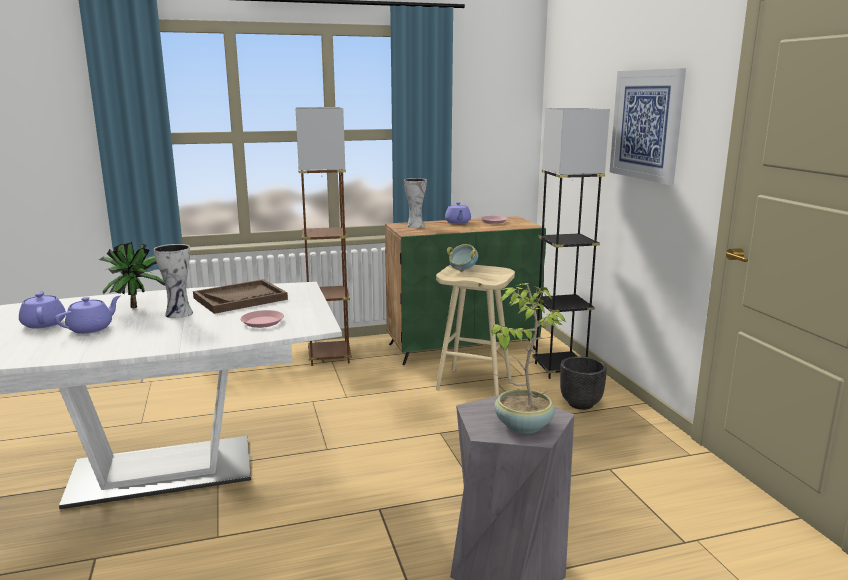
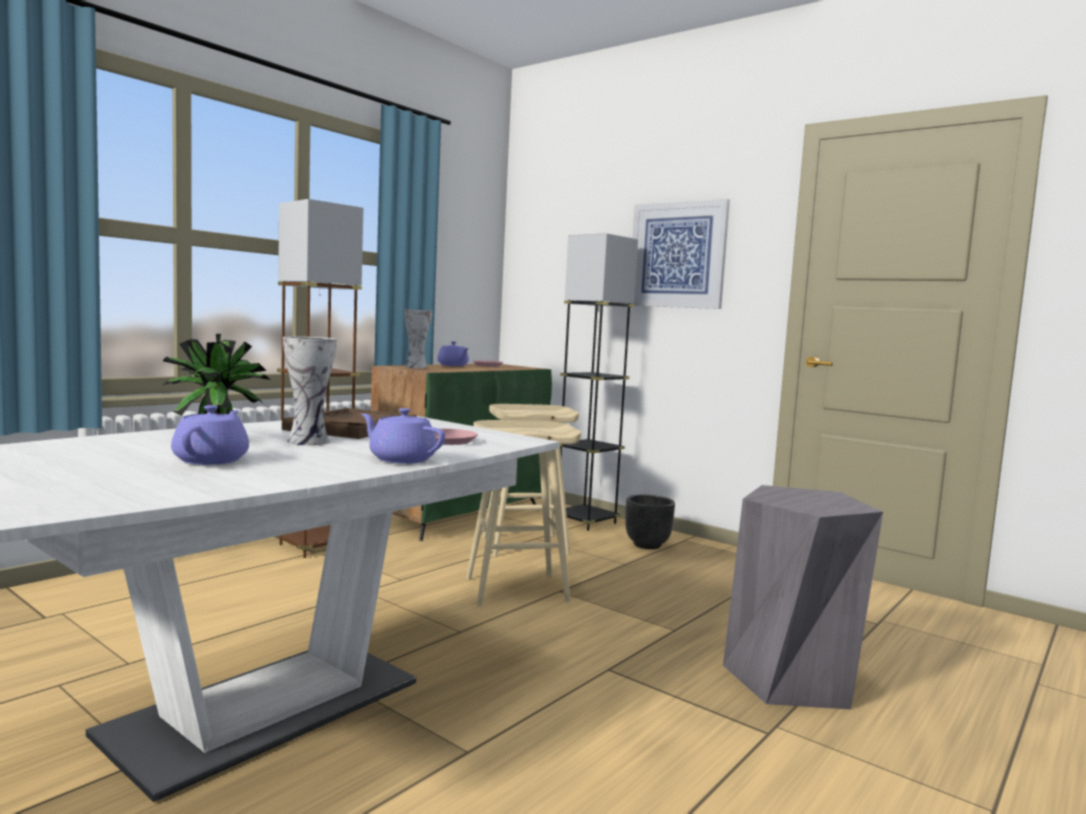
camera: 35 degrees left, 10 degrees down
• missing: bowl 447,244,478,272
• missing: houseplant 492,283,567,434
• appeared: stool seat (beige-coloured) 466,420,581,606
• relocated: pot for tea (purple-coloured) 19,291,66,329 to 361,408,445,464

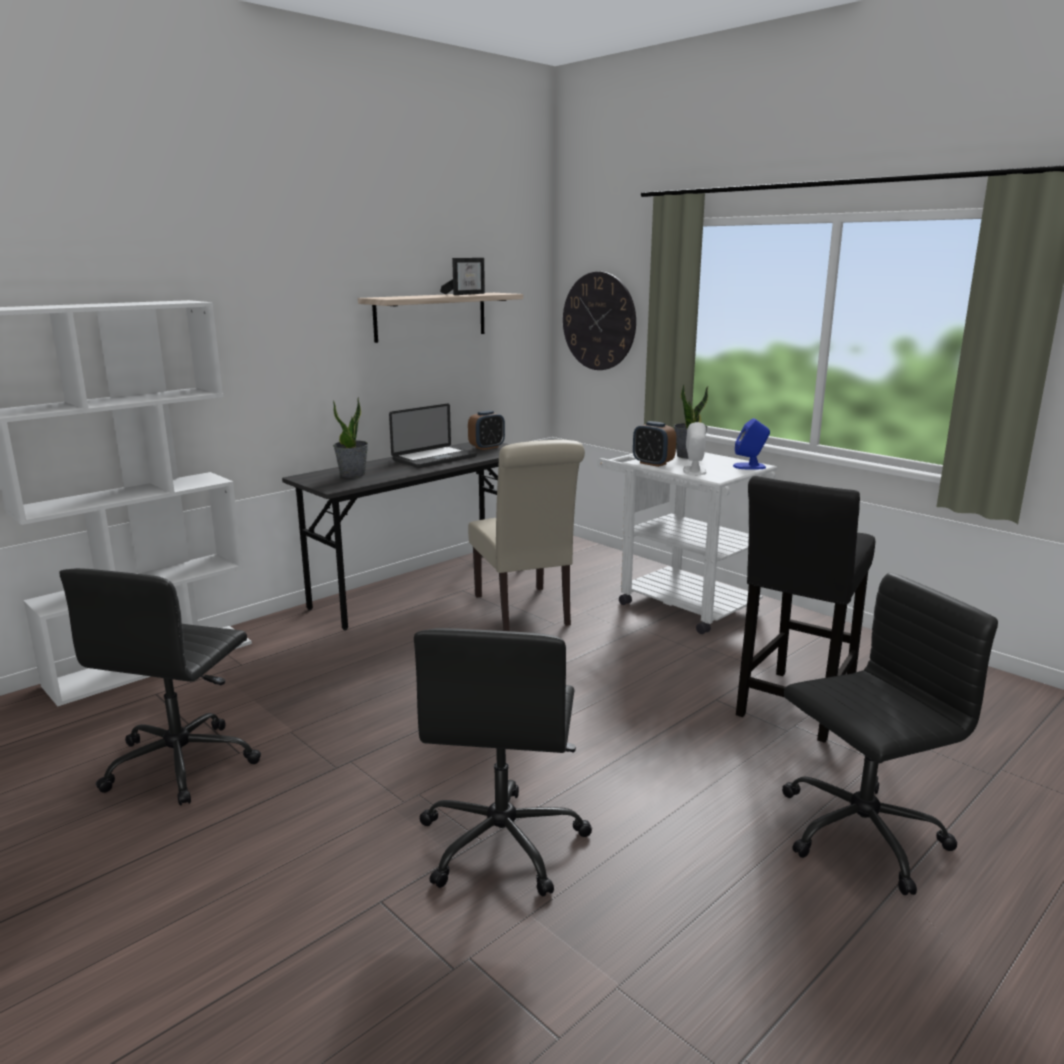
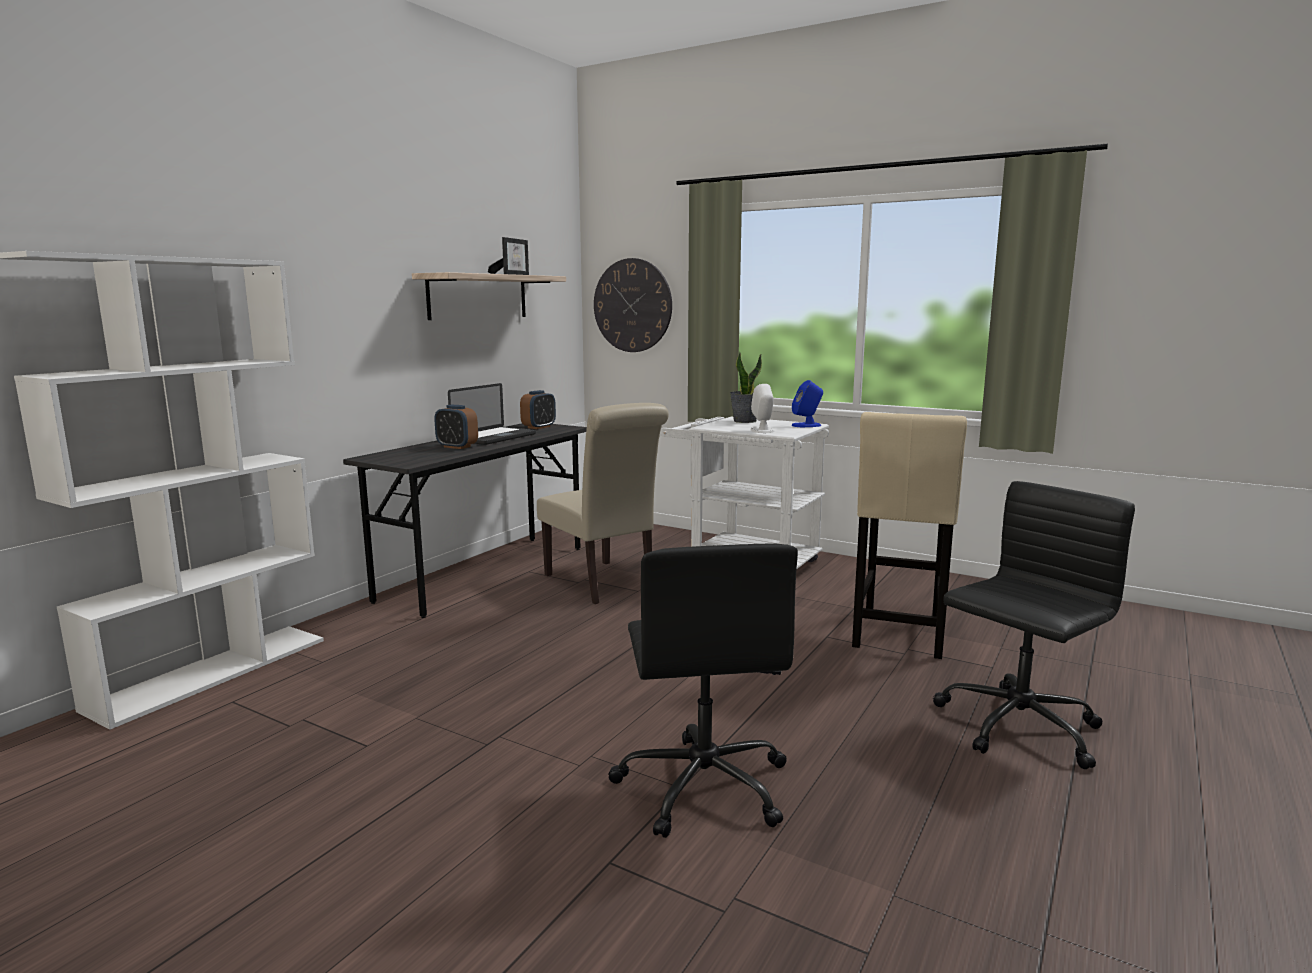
camera: 15 degrees left, 5 degrees down
• missing: computer chair (blackish) 59,568,261,805
• missing: houseplant 333,397,368,478
• relocated: alarm clock 633,421,676,467 to 434,405,478,449
• colour: stool seat (blackish) 736,476,875,743 to stool seat (beige-coloured) 852,412,967,659

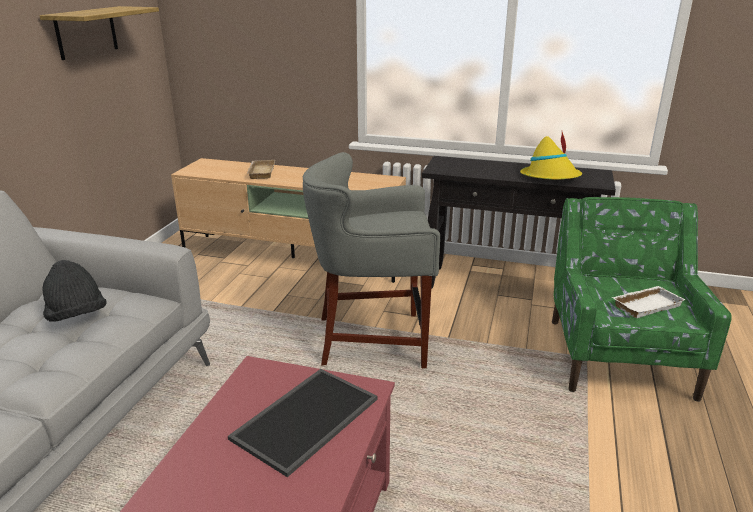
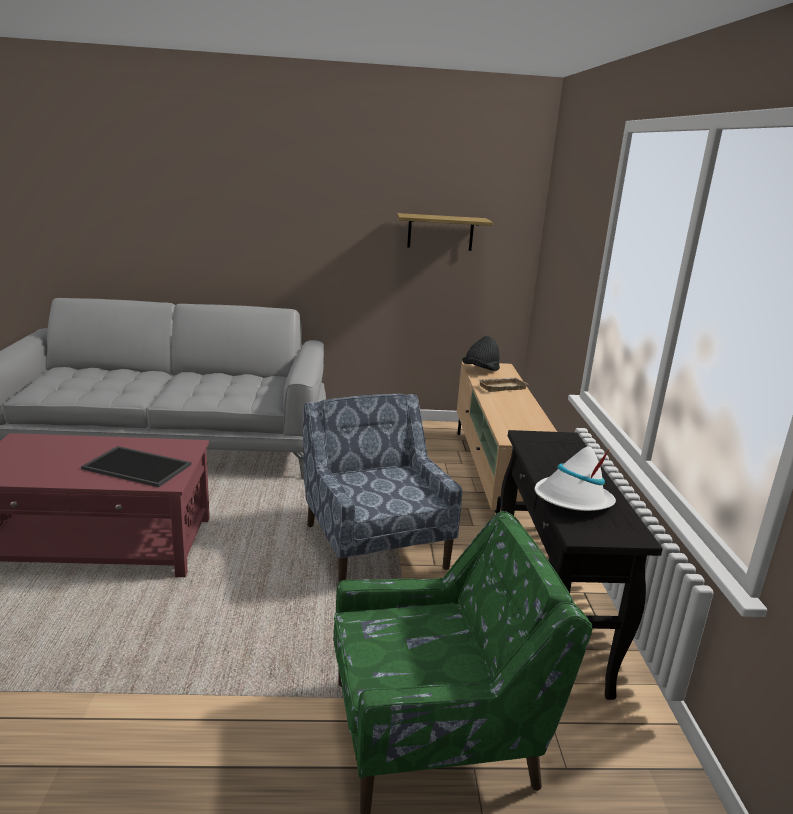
camera: 70 degrees right, 5 degrees down
• missing: tray (white) 612,286,685,318
• relocated: wearable hat (blackish) 43,260,107,322 to 462,336,500,371
• exchanged: stool seat (gray) 303,152,440,368 to armchair (blue-coloured) 303,394,462,583
• colour: wearable hat (yellow) 520,132,582,180 to wearable hat (white) 535,446,616,511

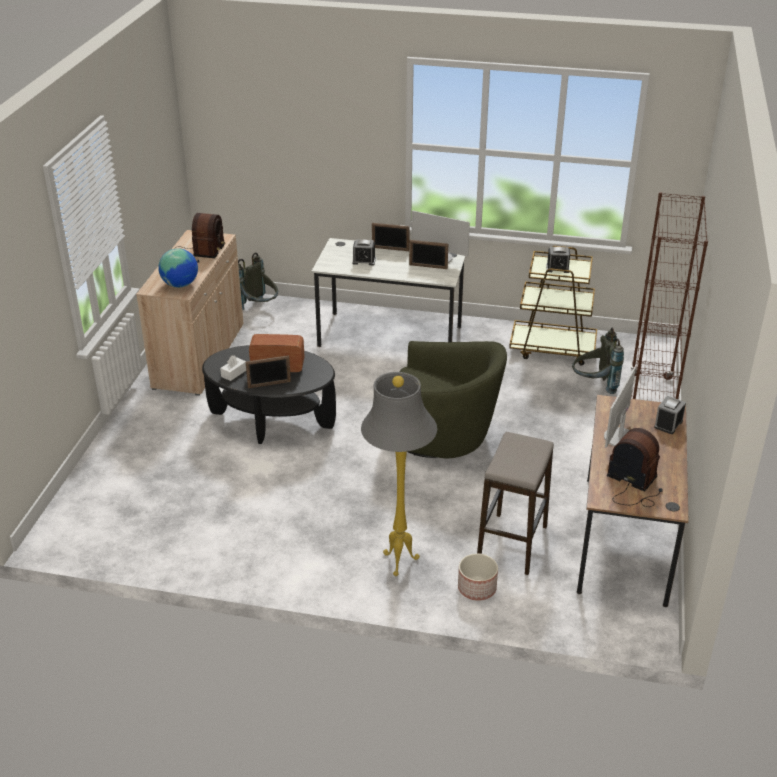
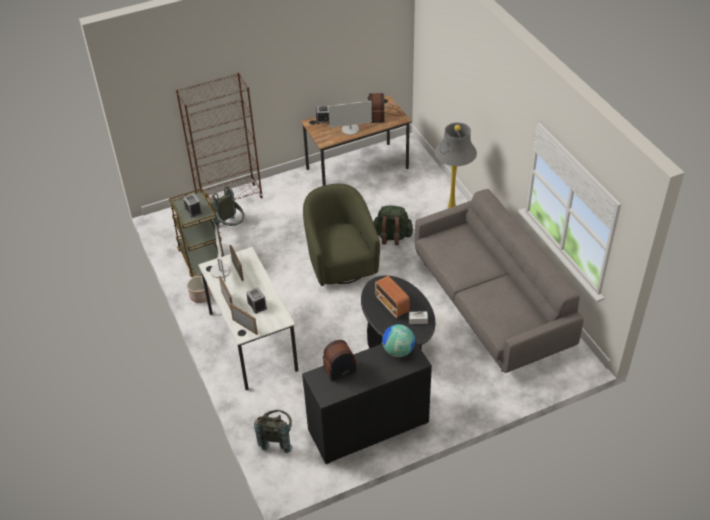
camera: 125 degrees left, 10 degrees up
• missing: stool seat 477,432,554,575
• appeared: rucksack (green) 373,206,413,245
• appeared: settee (gray) 415,189,584,373
• relocated: picture frame 246,355,291,388 to 230,304,258,335
• relocated: plant pot 458,553,498,601 to 187,276,212,303
• colour: cabinet (beige-coloured) 136,230,244,396 to cabinet (blackish) 302,341,432,464

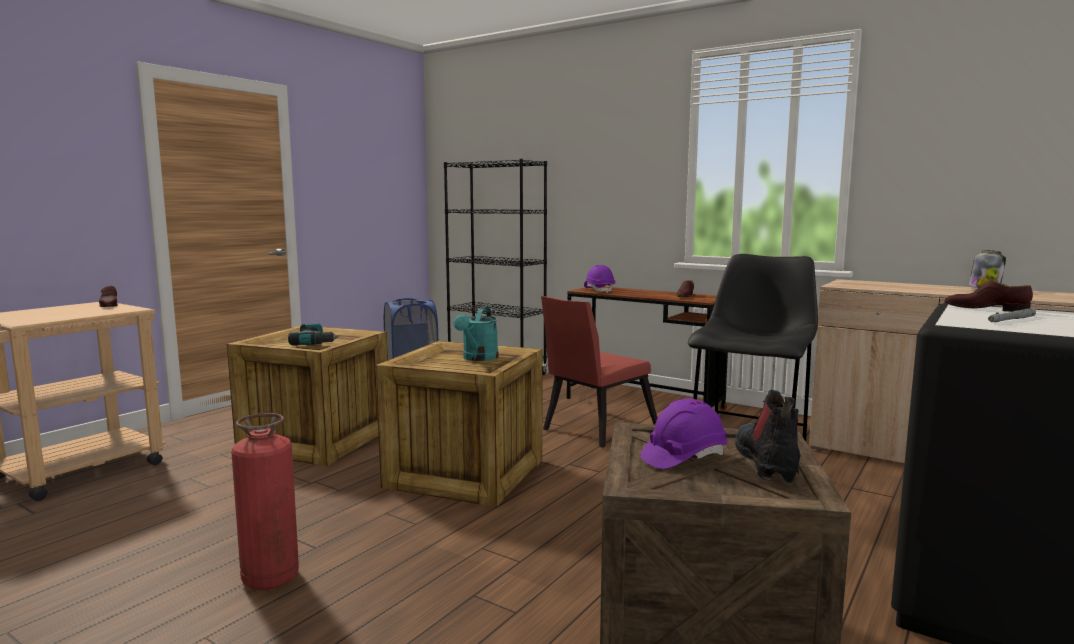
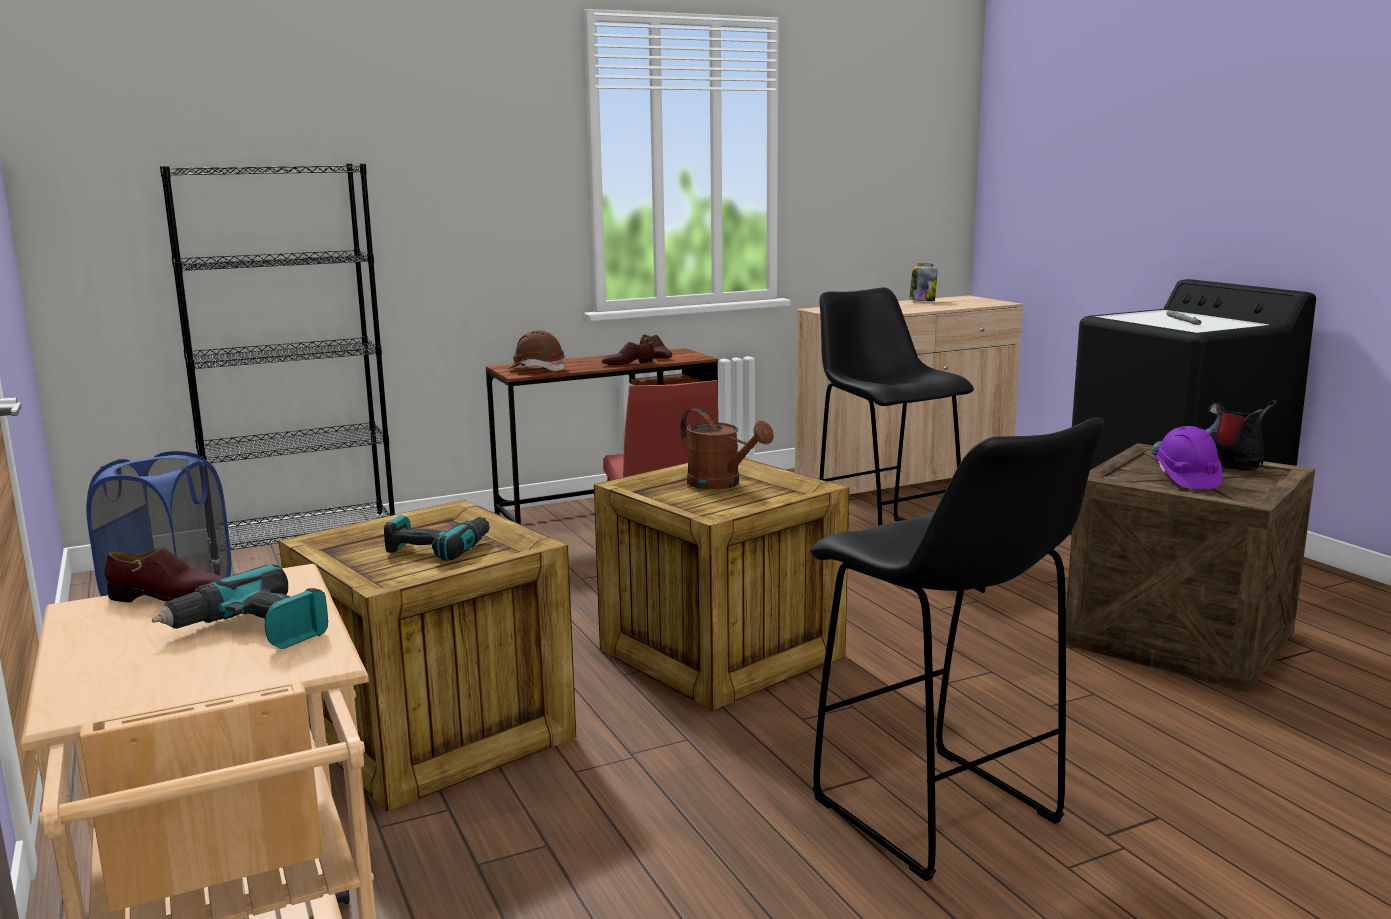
camera: 60 degrees left, 5 degrees up
• appeared: power drill 152,564,328,649
• relocated: shoe (brownish) 944,280,1033,312 to 602,342,654,365
• exchanged: extinguisher 231,413,299,590 to stool seat (blackish) 810,418,1104,881
• colour: sprinkling can (turquoise) 453,306,499,361 to sprinkling can (brownish) 681,408,774,490
• colour: hard hat (purple-coloured) 584,265,615,293 to hard hat (brownish) 507,330,566,371

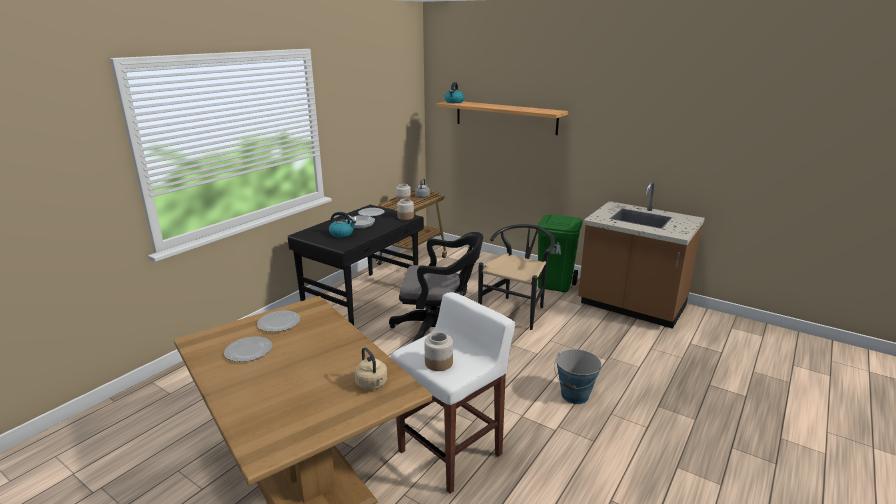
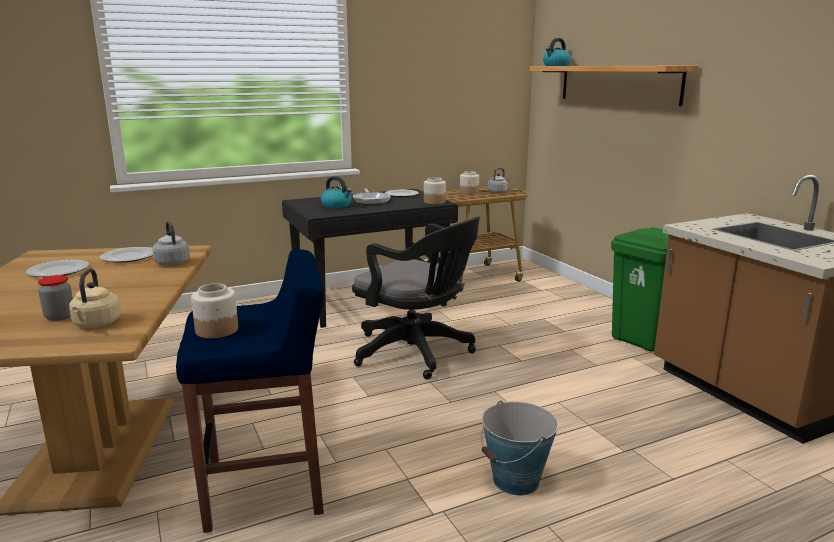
camera: 30 degrees right, 5 degrees down
• missing: upright chair (blackish) 478,224,555,330
• appeared: storage jar 38,275,73,321
• appeared: tea kettle (gray) 152,221,190,266
• colour: stool seat (white) 391,292,515,494 to stool seat (blue-coloured) 176,249,324,533

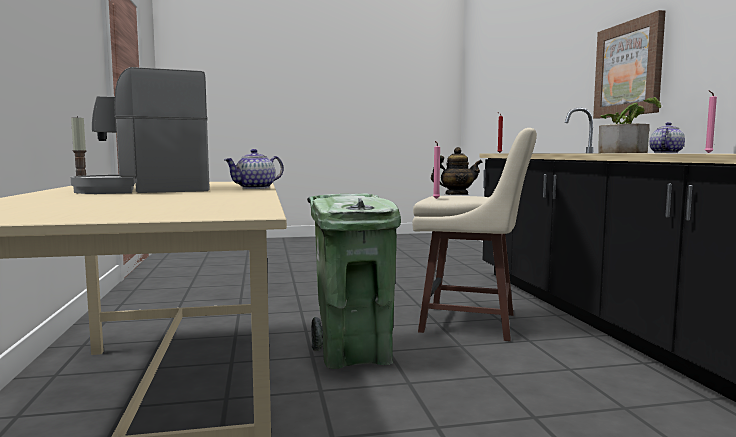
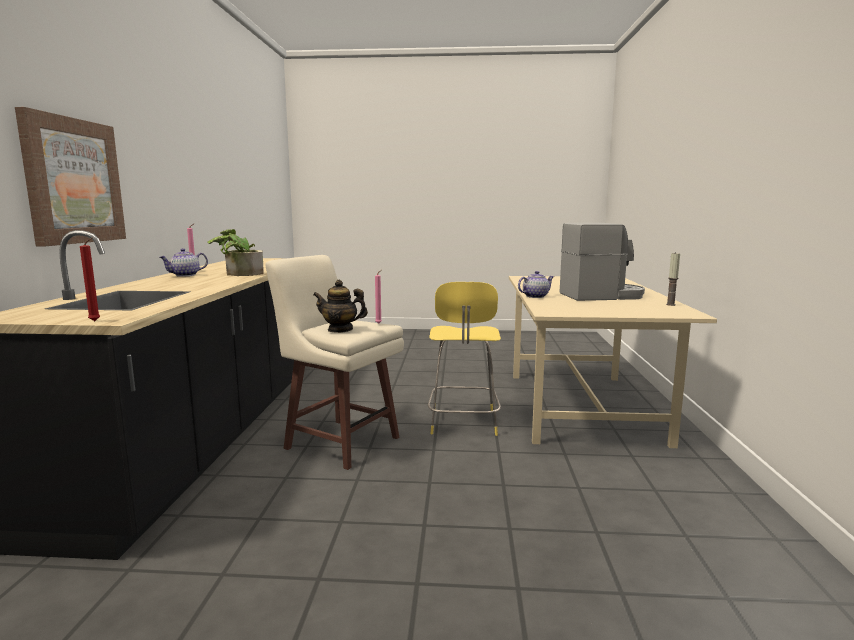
camera: 165 degrees left, 5 degrees up
• exchanged: trash can (green) 307,193,401,369 to stool seat (yellow) 428,282,501,436

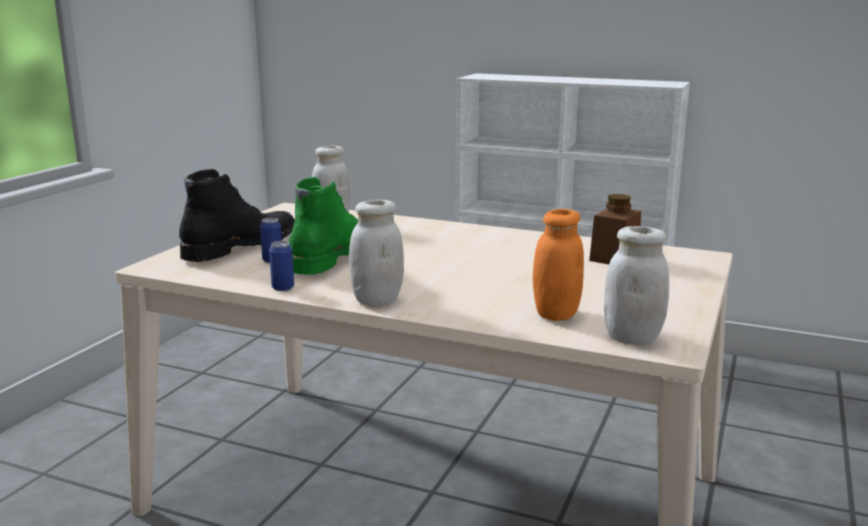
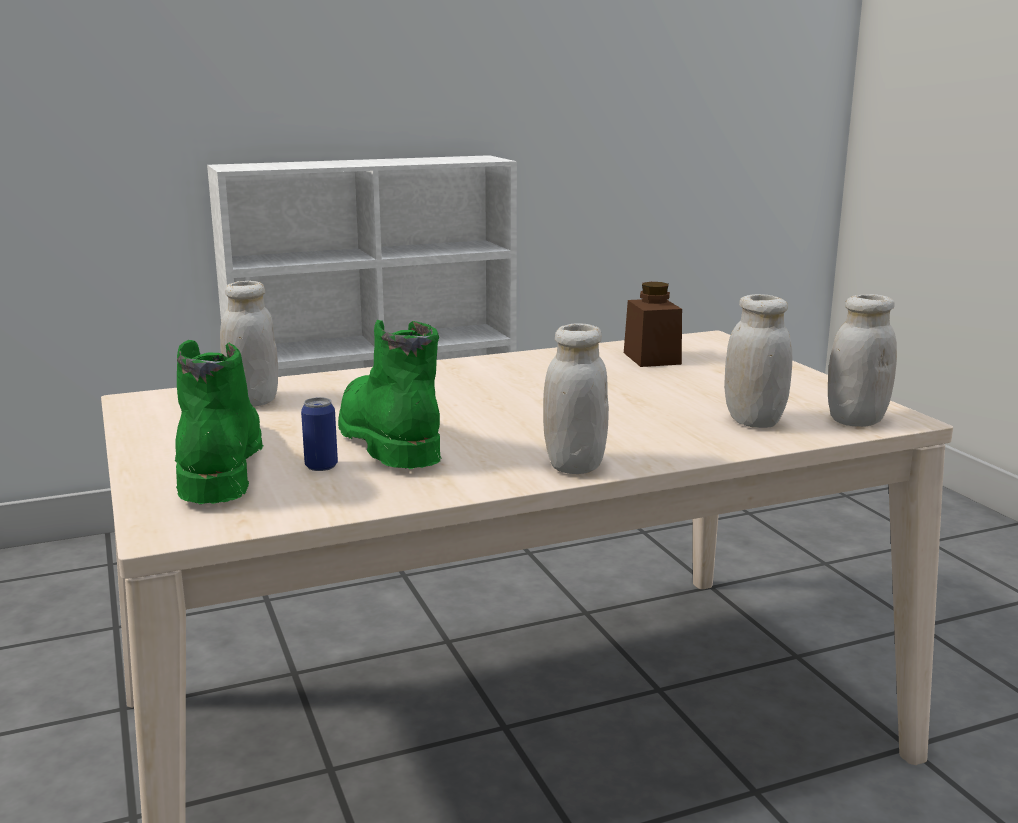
camera: 45 degrees left, 0 degrees up
• missing: sealed can 269,241,294,291
• colour: tall boot (blackish) 179,169,295,262 to tall boot (green) 175,340,263,504
• colour: storage jar (orange) 533,209,584,321 to storage jar (white) 724,294,792,428

